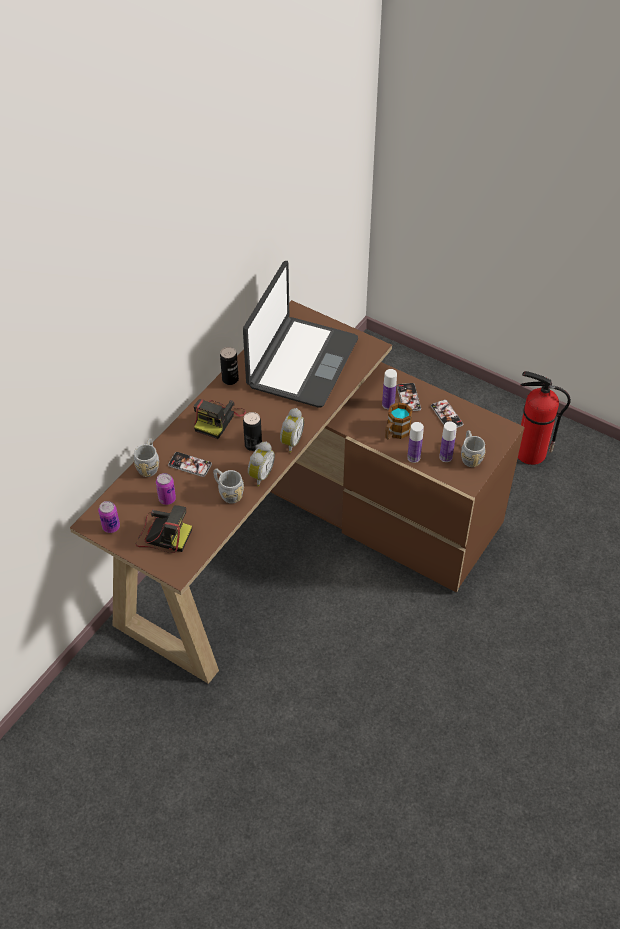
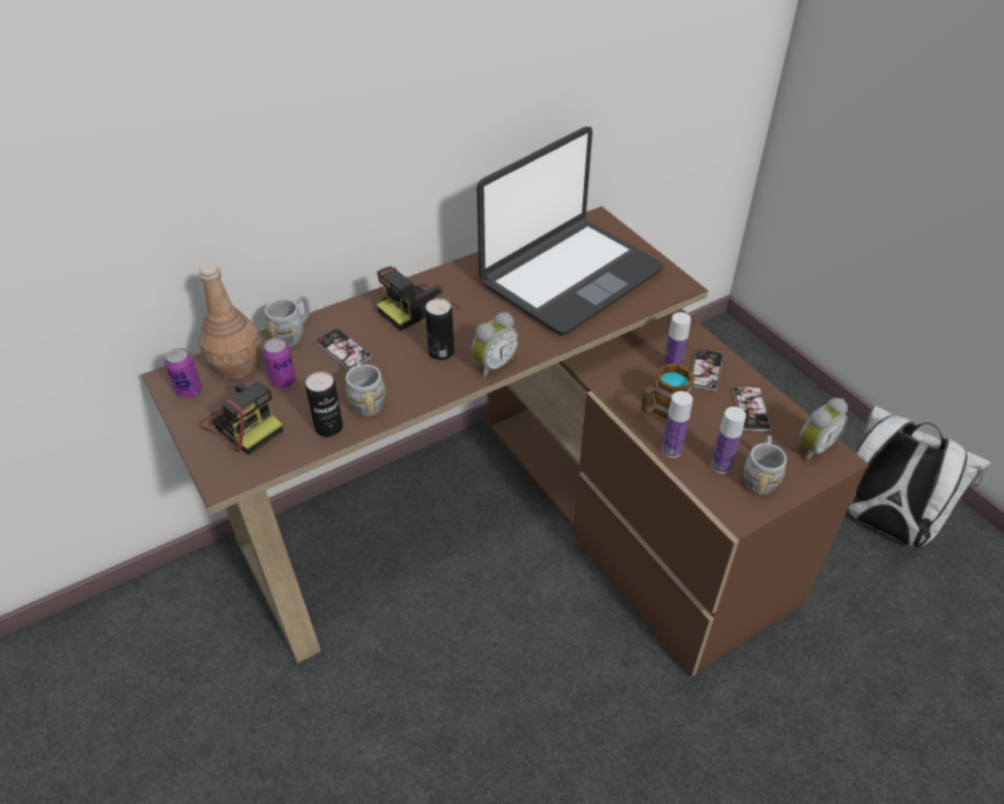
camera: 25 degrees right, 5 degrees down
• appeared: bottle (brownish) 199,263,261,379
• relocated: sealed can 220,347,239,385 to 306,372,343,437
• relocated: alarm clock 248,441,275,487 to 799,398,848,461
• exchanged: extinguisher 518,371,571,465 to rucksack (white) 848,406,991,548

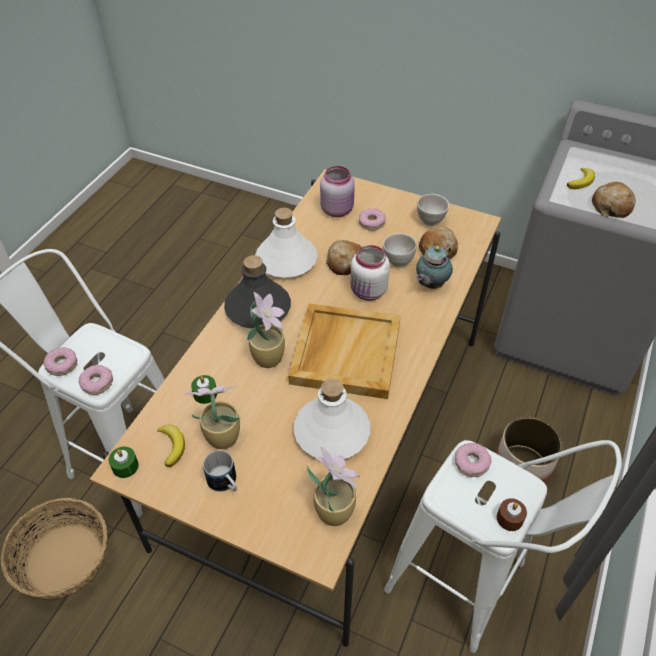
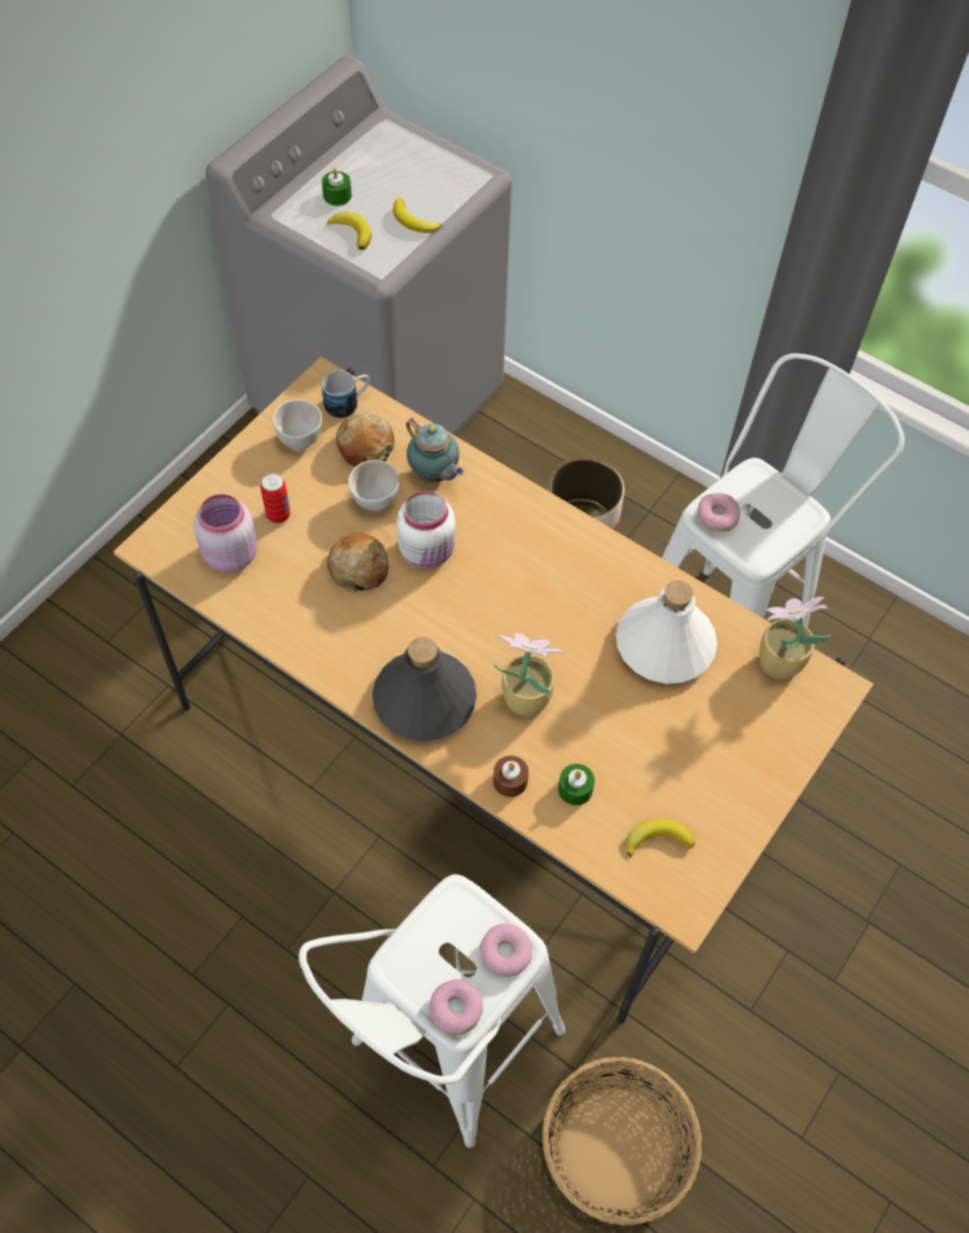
camera: 80 degrees left, 10 degrees up
• missing: houseplant 185,385,241,449
• missing: bottle (white) 255,208,318,278
• missing: tray (beige-coloured) 288,303,401,399
• relocated: wax light (green) 109,447,139,478 to 322,168,352,206
• relocated: mug 203,450,237,491 to 322,370,370,418
• relocated: wax light (brownish) 497,498,527,531 to 493,756,529,797
• exchanged: ring doughnut 359,208,386,230 to sealed can 261,473,290,523
• exchanged: bread 592,182,636,218 to banana 393,199,442,233

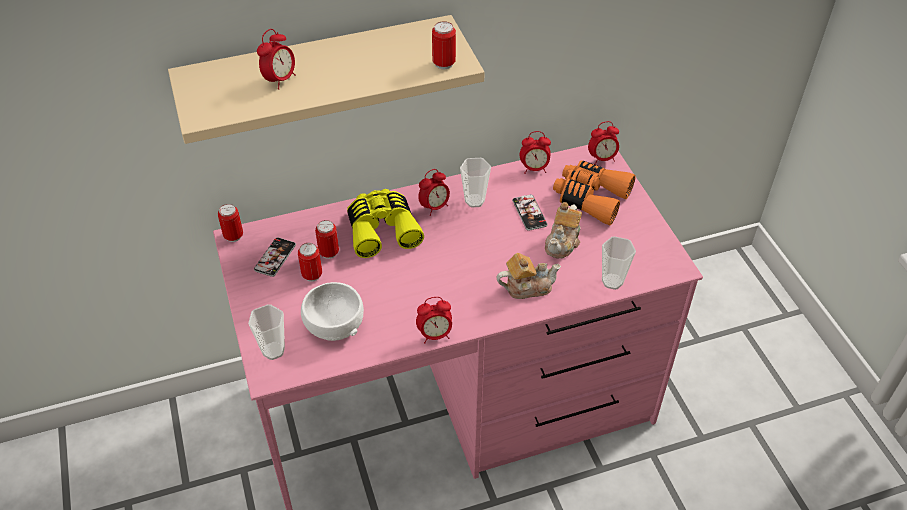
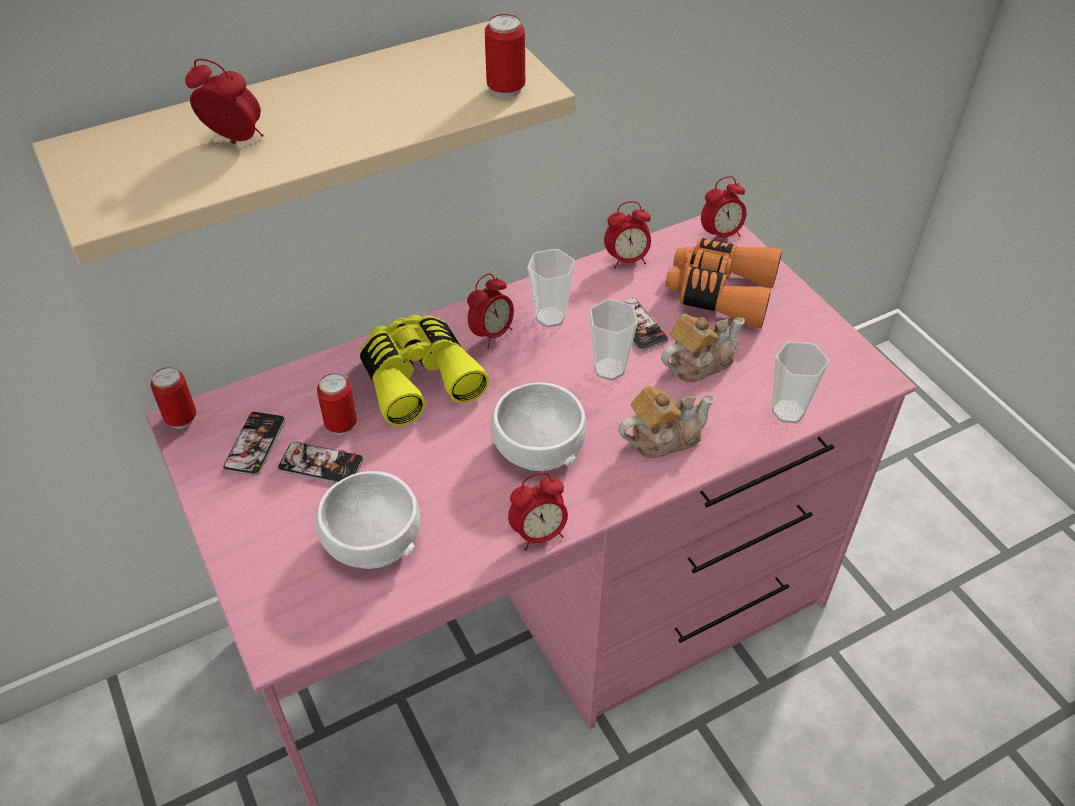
camera: 10 degrees left, 0 degrees up
• appeared: bowl (white) 490,383,587,471
• relocated: small cup 248,304,285,360 to 589,299,638,381
• exchanged: sealed can 298,243,322,282 to telephone 278,441,364,484
• spun: alarm clock 257,29,296,89 = 185,59,264,144 90 degrees counterclockwise
• spun: pot for tea 545,202,582,258 = 661,314,745,382 135 degrees counterclockwise

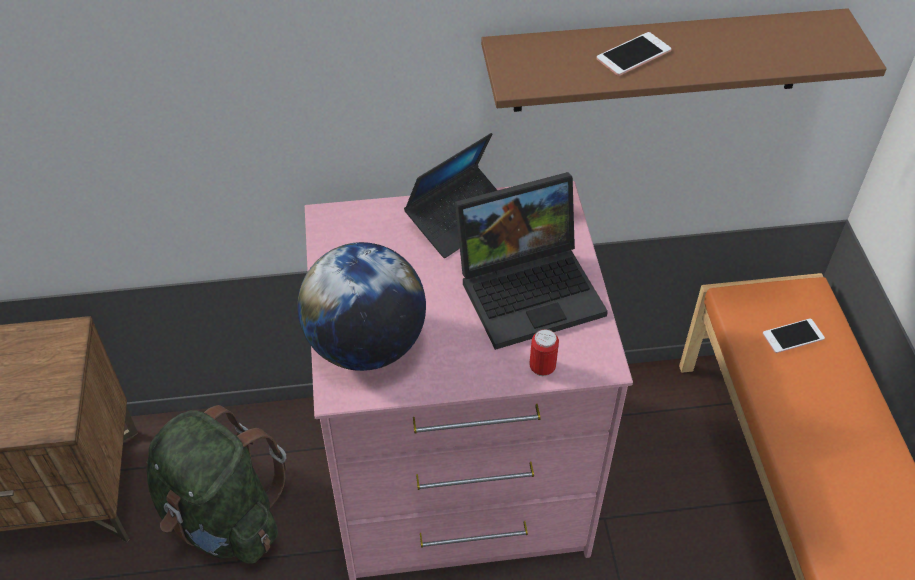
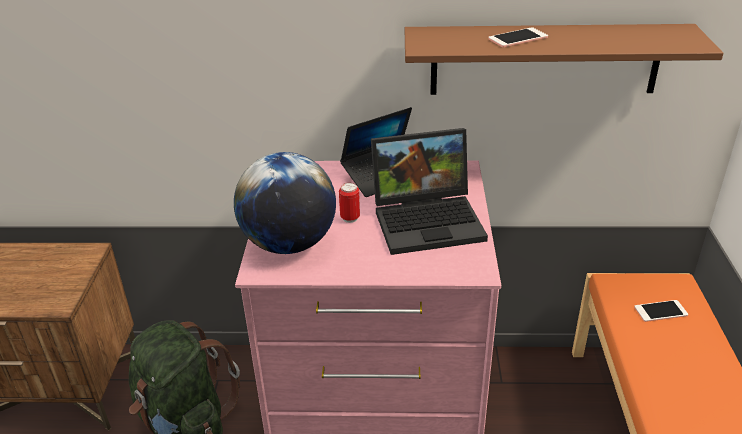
camera: 10 degrees right, 15 degrees down
• relocated: sealed can 529,329,559,376 to 339,183,360,223

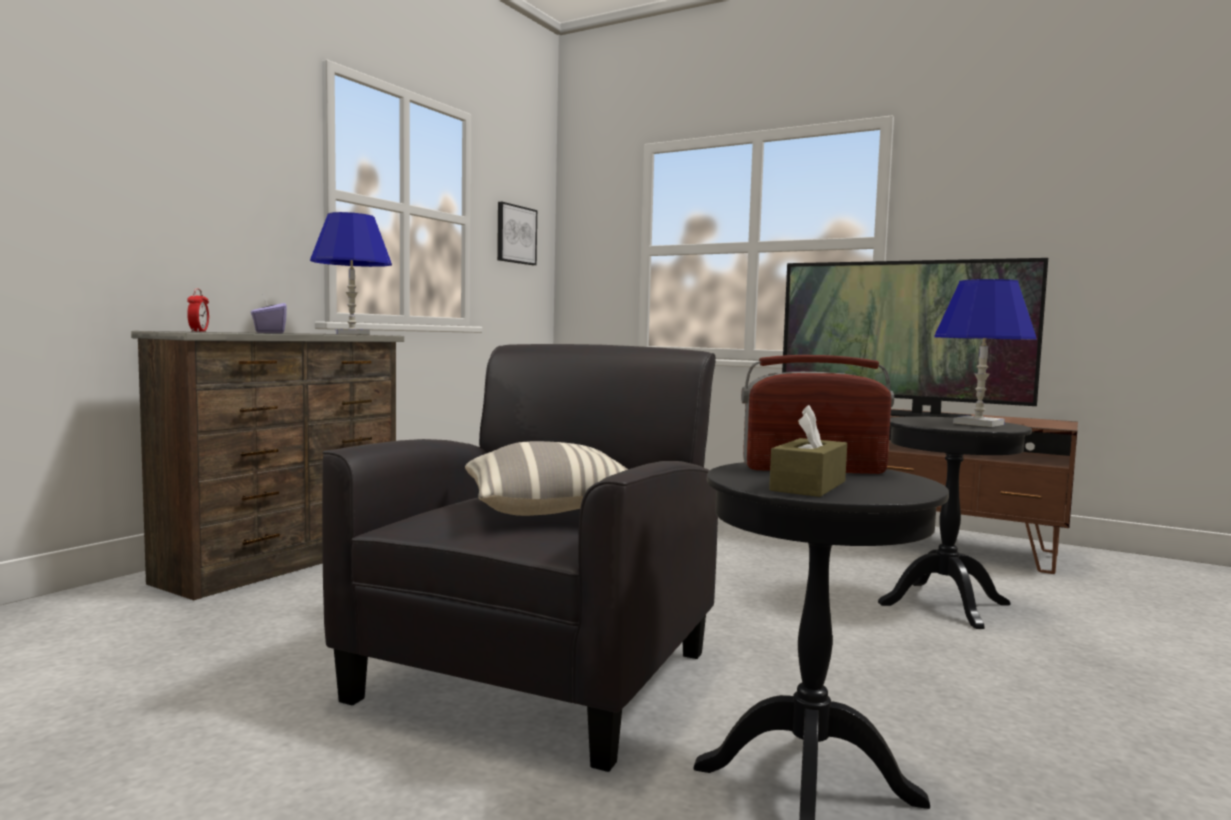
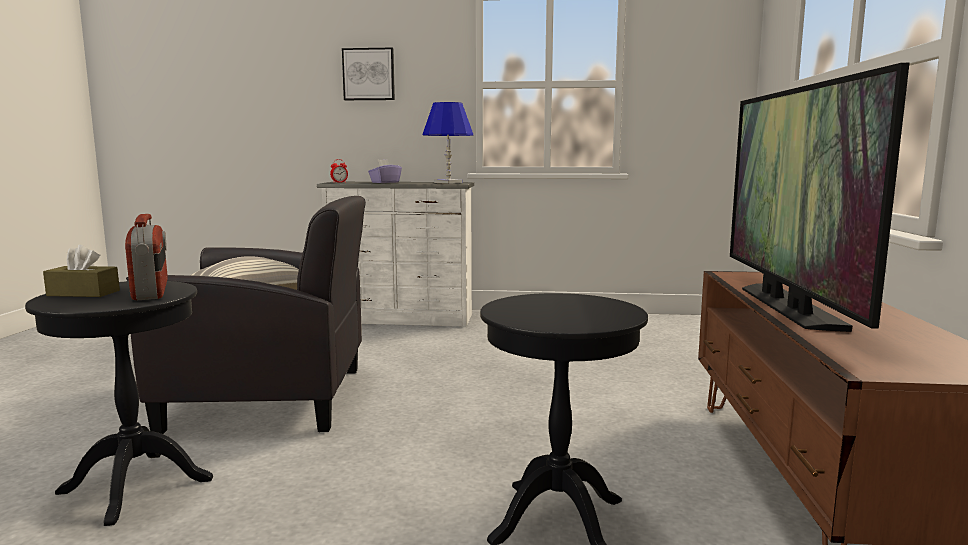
camera: 65 degrees right, 5 degrees up
• missing: tabletop lamp (blue-coloured) 934,279,1037,427
• relocated: picture 497,202,537,265 to 342,48,395,100
• colour: drawer chest (brownish) 131,331,404,600 to drawer chest (white) 317,182,474,327

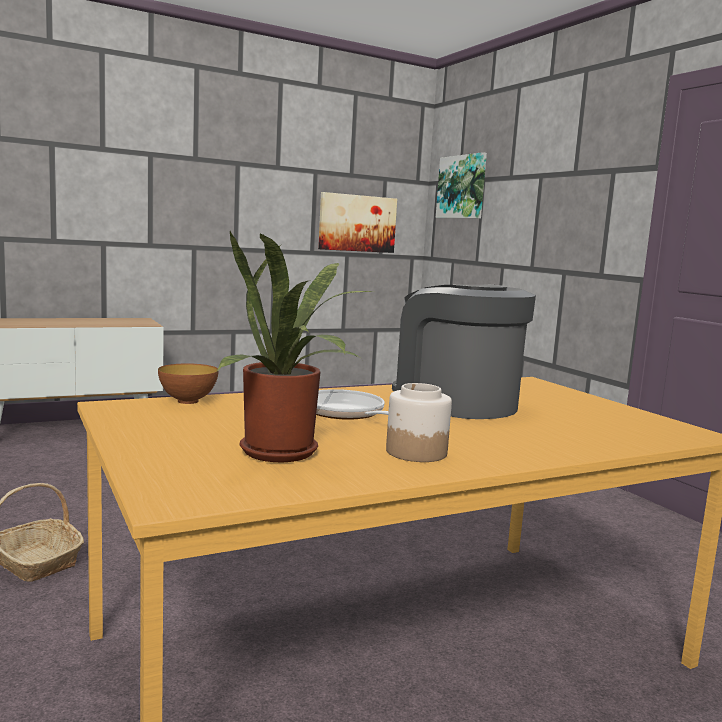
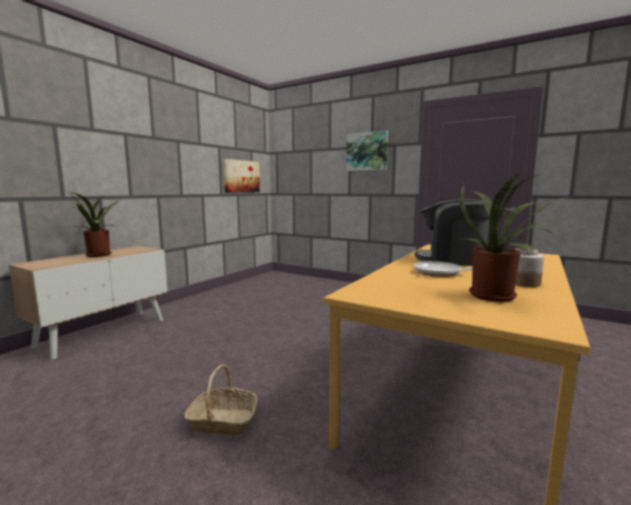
camera: 30 degrees left, 0 degrees up
• missing: bowl 158,363,219,404
• appeared: houseplant 63,192,125,257
• relocated: picture 436,152,487,218 to 346,131,388,171

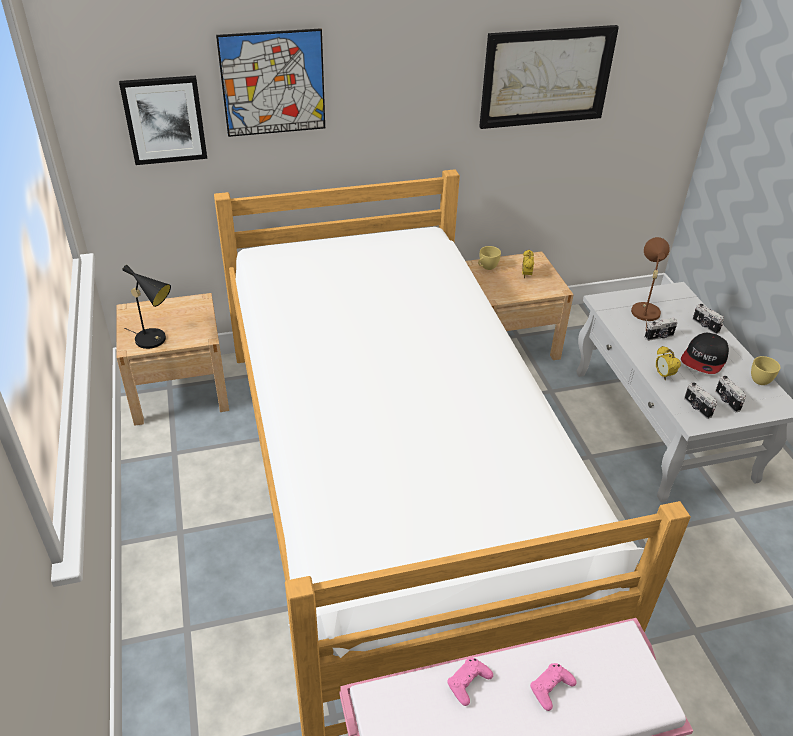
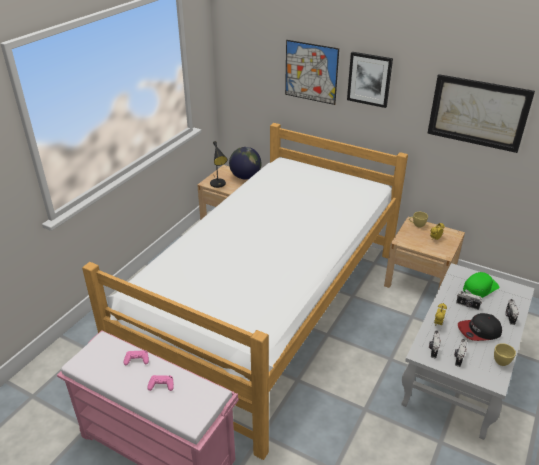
camera: 45 degrees right, 5 degrees down
• appeared: desk globe 229,147,261,179
• relocated: picture 119,76,207,165 to 347,52,393,108
• exchanged: tabletop lamp (brownish) 631,237,670,330 to peaked cap (green) 463,272,499,298

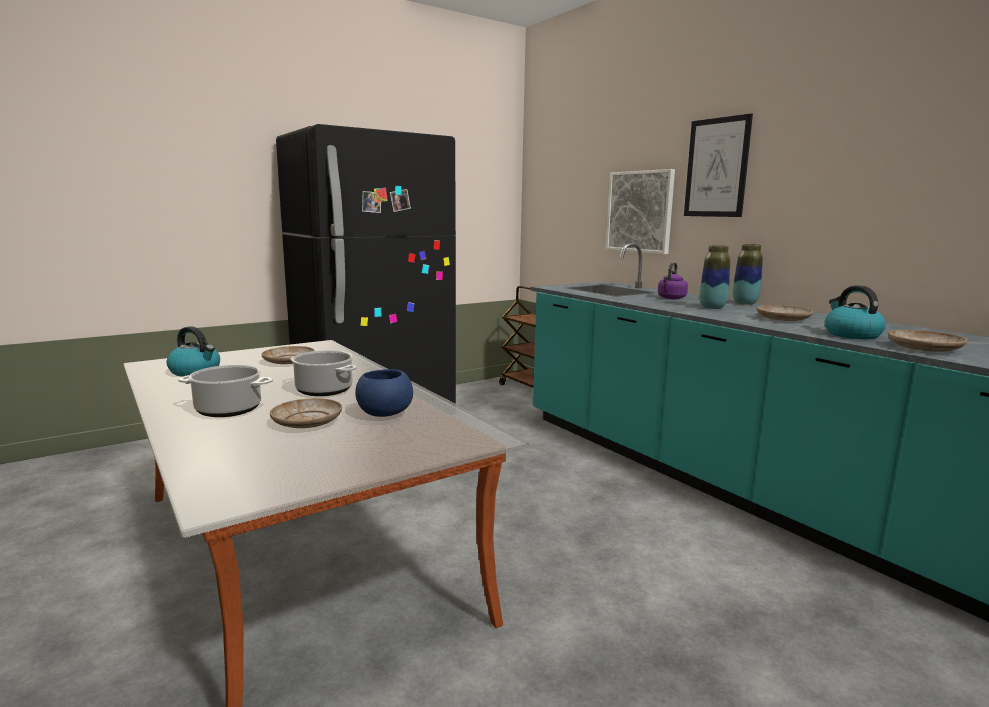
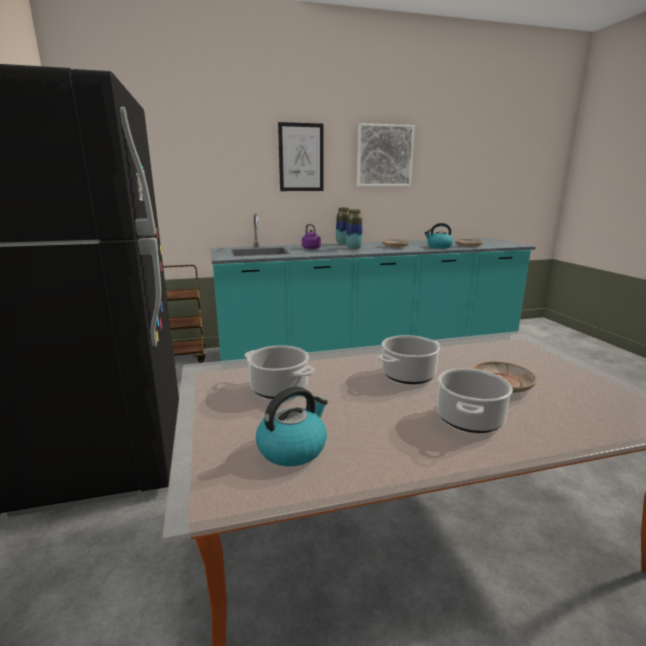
camera: 70 degrees left, 5 degrees up
• missing: bowl (blue-coloured) 355,369,413,417
• relocated: picture 606,169,675,254 to 357,123,415,186
• exchanged: flat dish (beige-coloured) 261,346,315,364 to stockpot 245,345,315,399

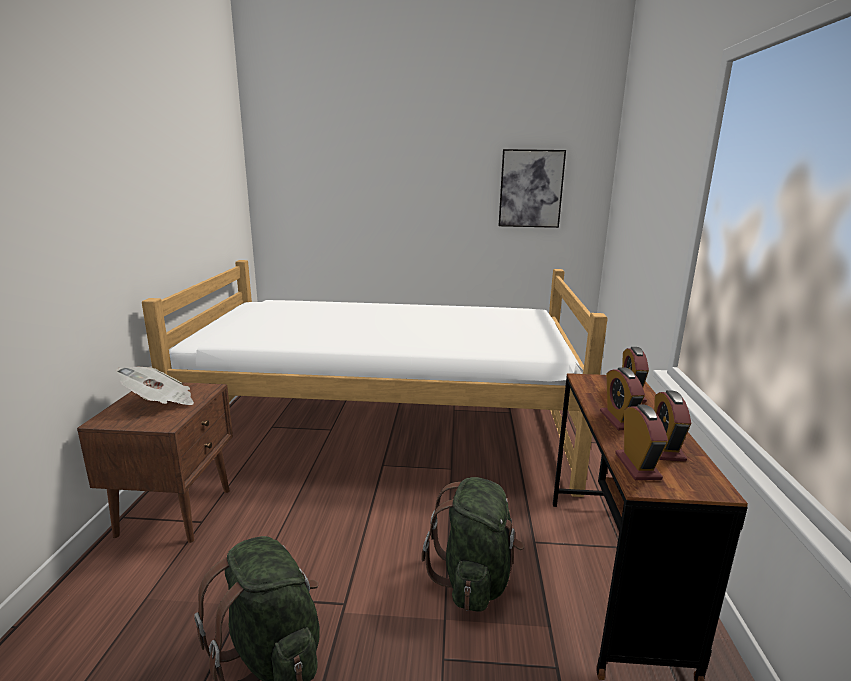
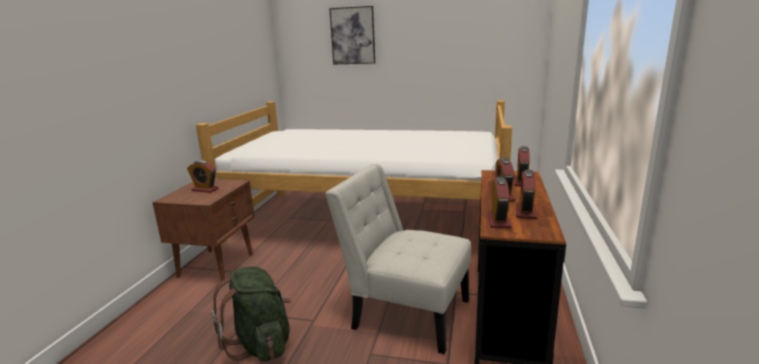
camera: 10 degrees right, 0 degrees up
• relocated: picture 499,149,566,228 to 329,6,375,65
• exchanged: printed paper 116,367,194,405 to alarm clock 187,160,218,193
• exchanged: rucksack (green) 421,477,524,612 to upright chair (white) 325,164,471,354

